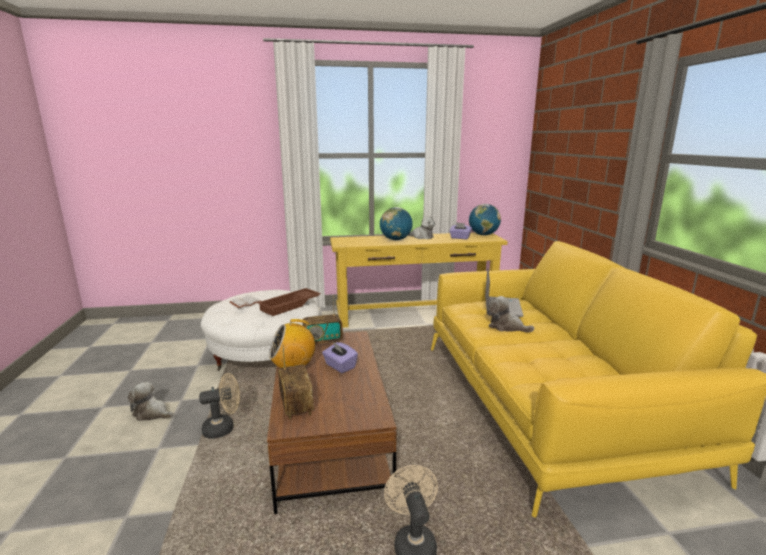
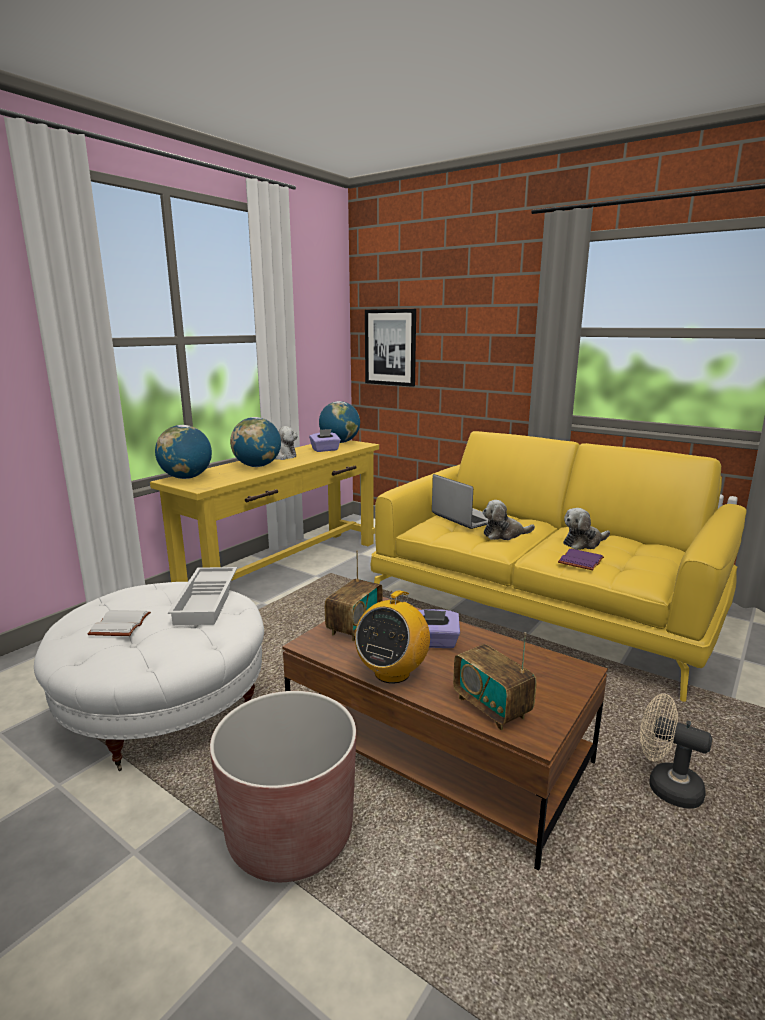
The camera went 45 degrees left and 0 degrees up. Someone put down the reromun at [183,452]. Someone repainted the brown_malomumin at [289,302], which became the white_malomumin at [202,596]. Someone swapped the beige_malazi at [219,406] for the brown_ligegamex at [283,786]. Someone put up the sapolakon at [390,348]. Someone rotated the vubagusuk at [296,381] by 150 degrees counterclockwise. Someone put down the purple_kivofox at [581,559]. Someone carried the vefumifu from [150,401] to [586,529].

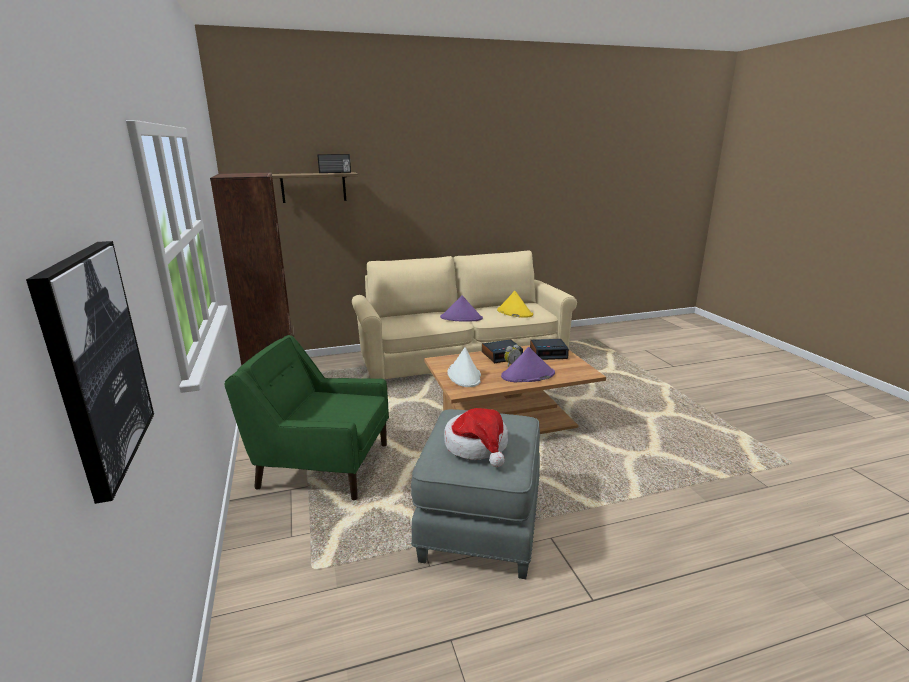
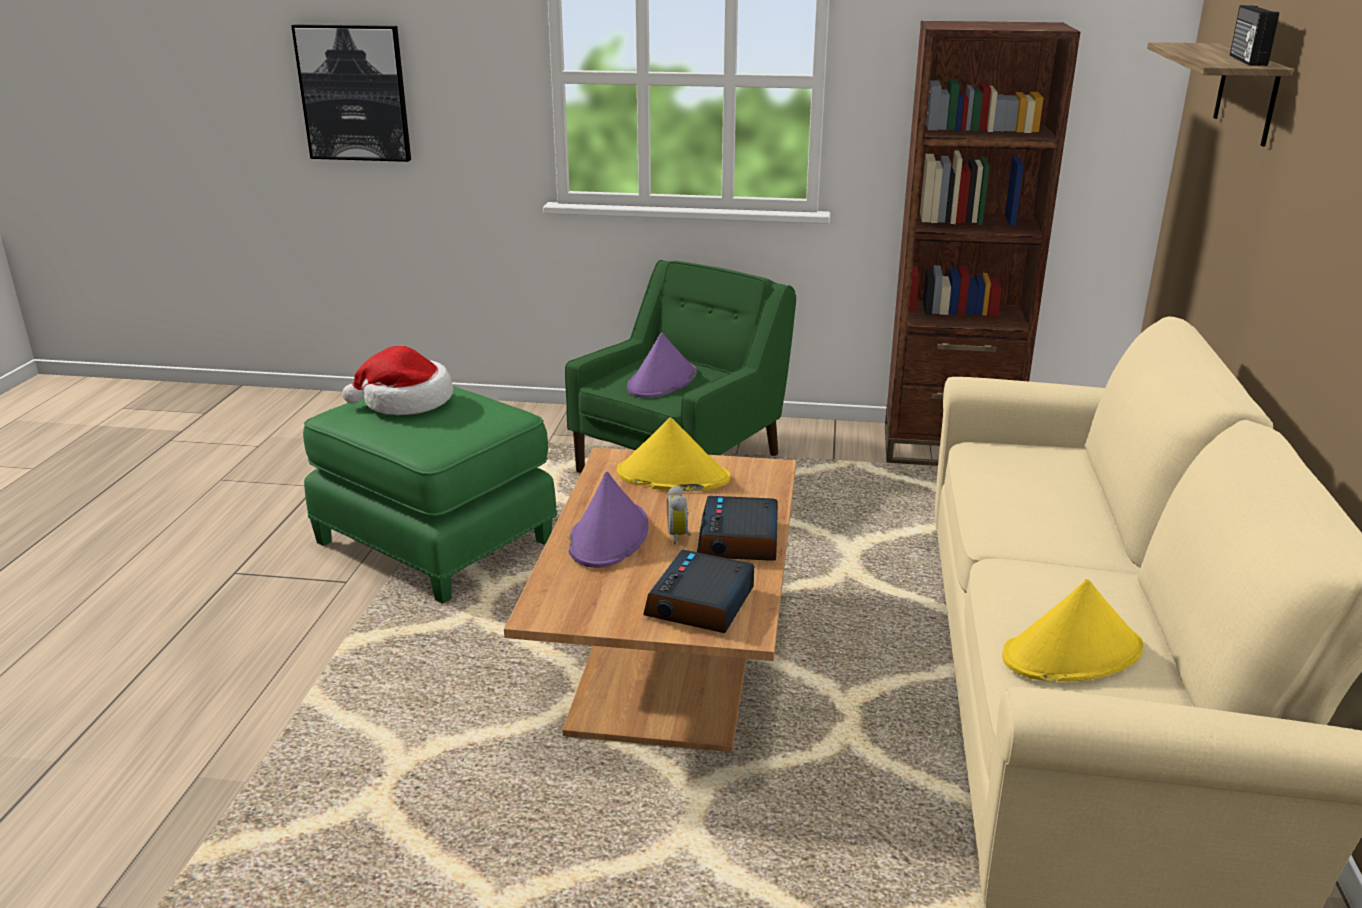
The camera went 115 degrees right and 5 degrees up. Someone repainted the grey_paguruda at [475,494], which became the green_paguruda at [430,495]. Someone repainted the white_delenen at [464,367], which became the yellow_delenen at [673,454]. Someone carried the purple_delenen from [461,308] to [662,365].

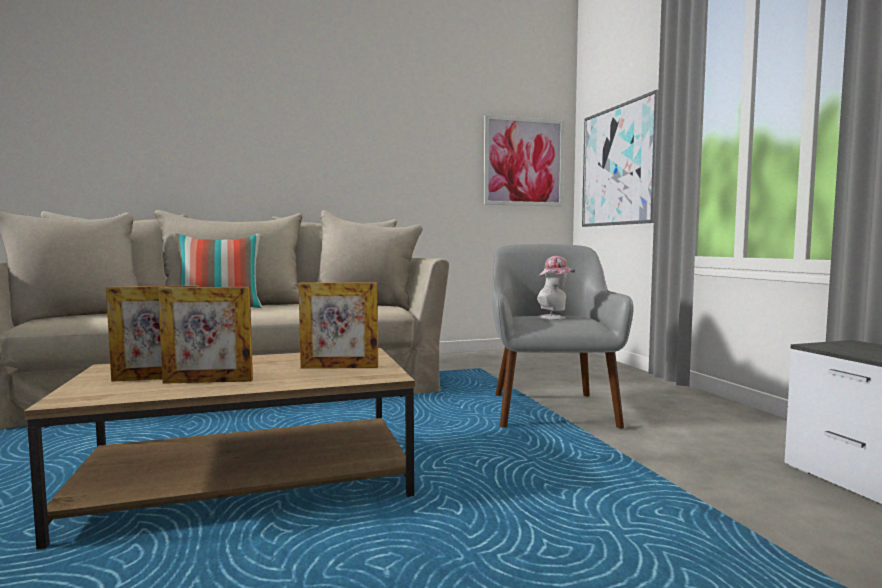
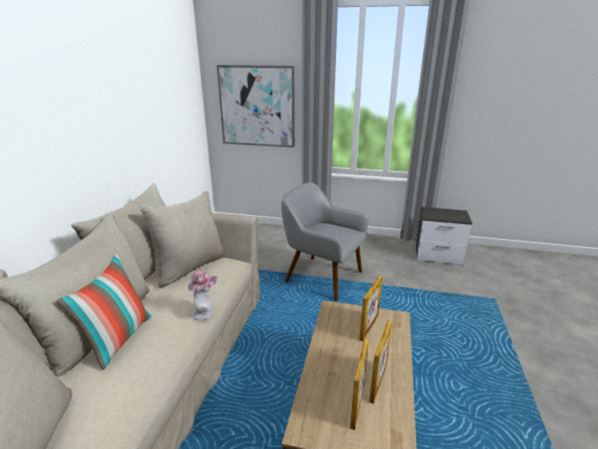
The camera went 60 degrees left and 20 degrees up. Someone carried the delenen from [556,288] to [202,294]. Someone took away the sapolakon at [524,160].

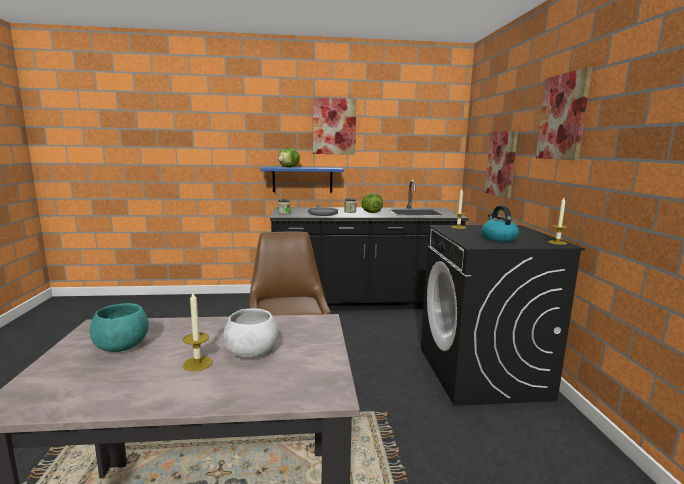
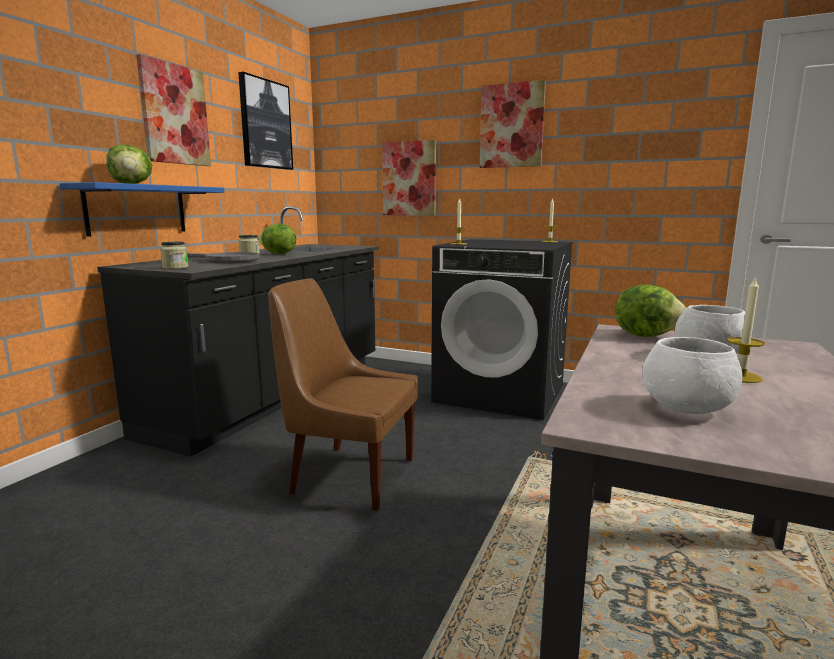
The camera went 60 degrees left and 0 degrees up. Someone put up the sapolakon at [265,121]. Someone put down the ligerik at [651,311]. Someone repainted the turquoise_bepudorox at [119,327], which became the white_bepudorox at [692,375]. Someone took away the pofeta at [500,224].

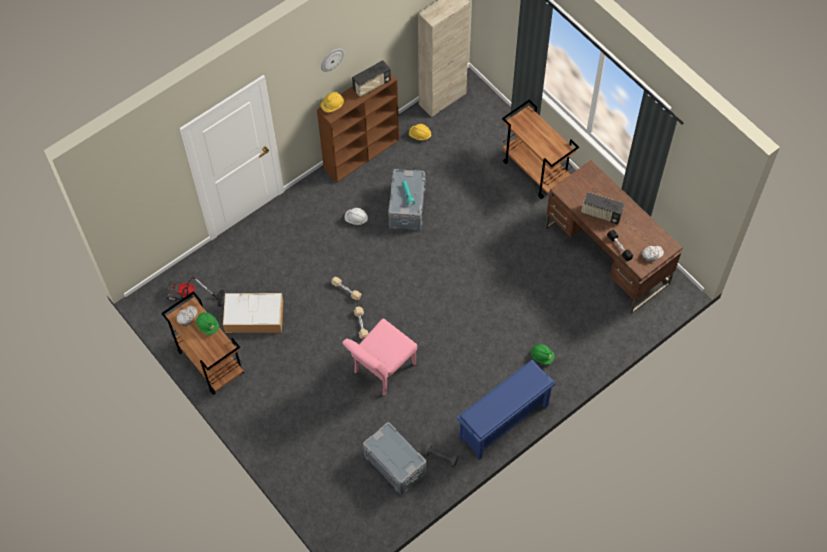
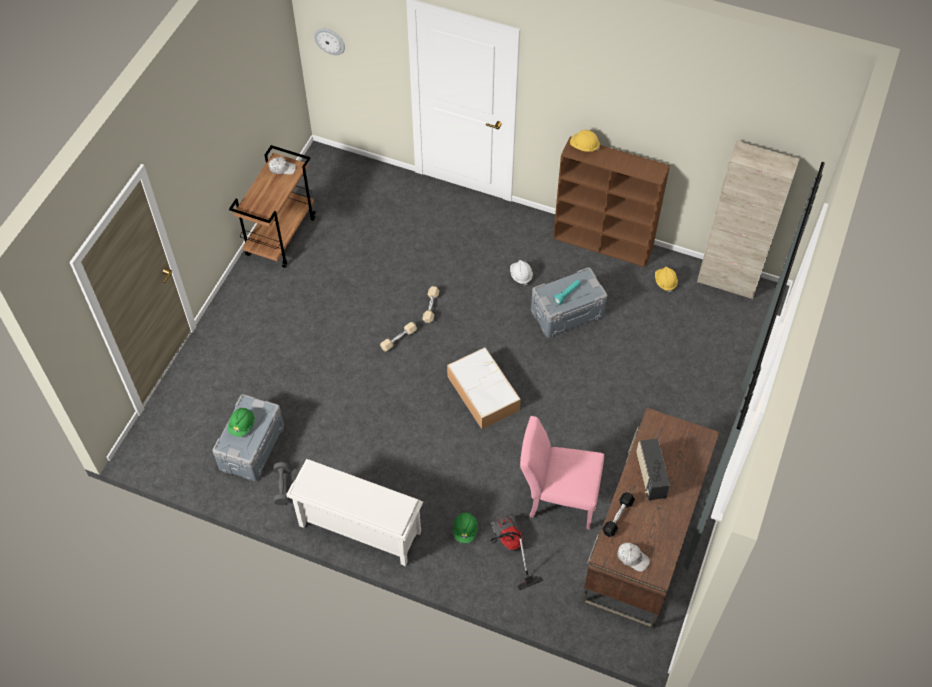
The camera went 60 degrees right and 5 degrees down. Someone carried the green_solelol from [207,323] to [241,422]. Someone repainted the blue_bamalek at [505,410], which became the white_bamalek at [354,512]. Someone carried the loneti from [332,60] to [329,41]. Someone carried the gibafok from [253,313] to [484,388]. Someone carried the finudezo from [195,292] to [516,552]. Someone carried the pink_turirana from [379,357] to [562,473]. Someone took away the vubagusuk at [371,78]. Someone took away the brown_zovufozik at [540,149].

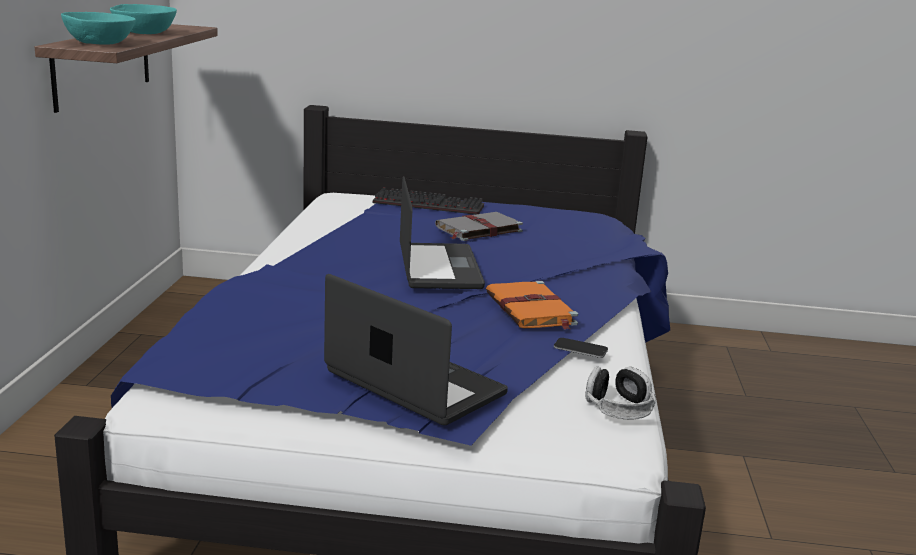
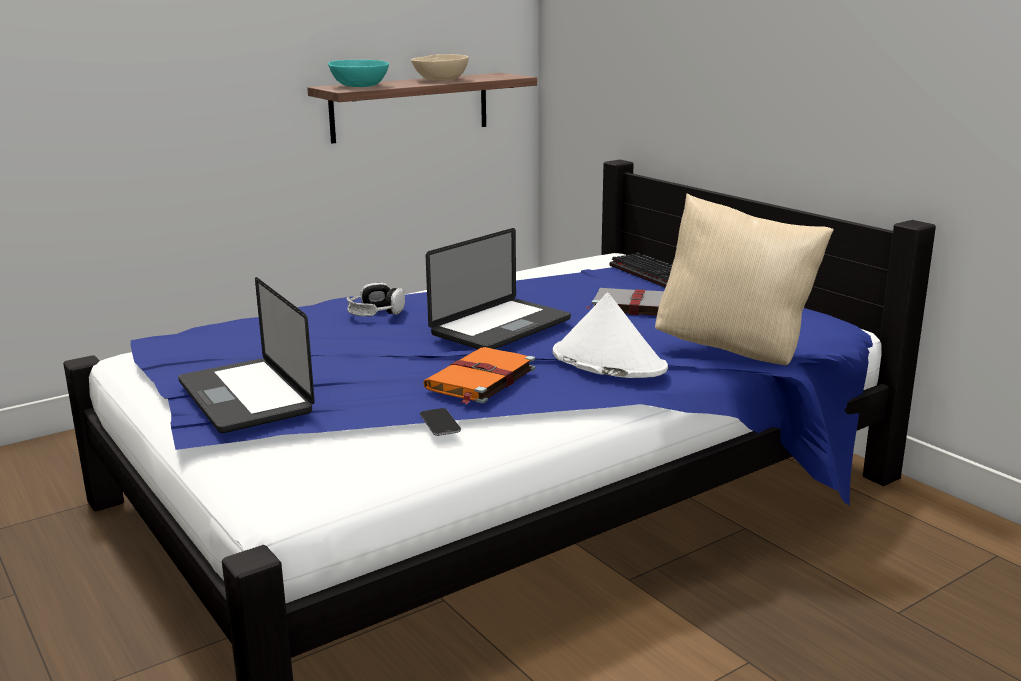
The camera went 50 degrees right and 0 degrees up. Someone rotated the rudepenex at [416,349] by 150 degrees clockwise. Someone carried the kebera from [620,393] to [376,299]. Someone repainted the turquoise_bepudorox at [143,19], which became the beige_bepudorox at [440,67]. Someone put down the white_delenen at [610,335]. Someone put down the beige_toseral at [744,279].

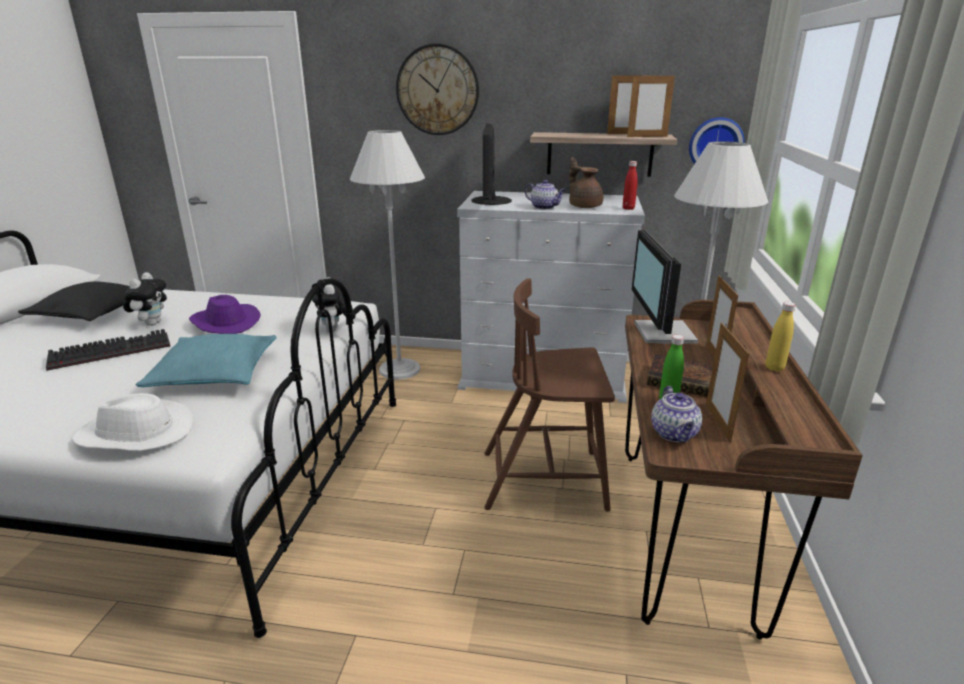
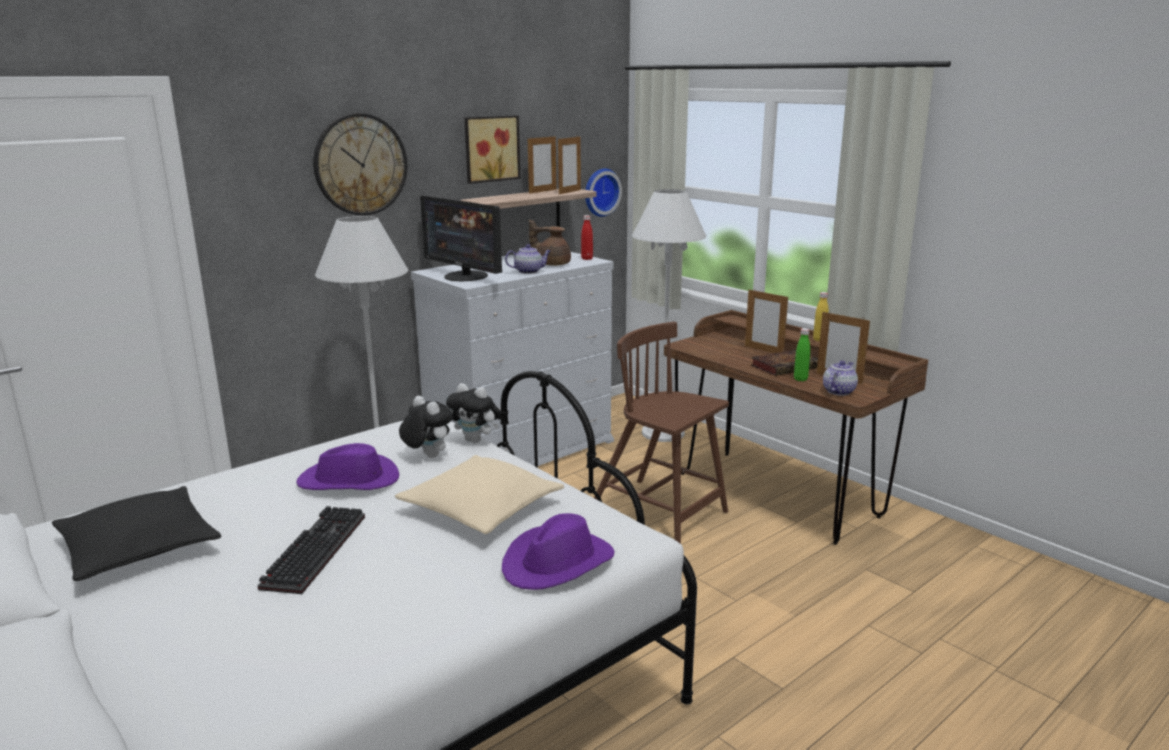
The camera went 50 degrees left and 5 degrees down. Someone repainted the turquoise_toseral at [206,360], which became the beige_toseral at [479,494]. Someone carried the vefumifu from [145,299] to [426,427]. Someone put up the sapolakon at [492,149]. Someone repainted the white_delenen at [132,422], which became the purple_delenen at [558,551]. Someone rotated the brown_turirana at [549,395] by 90 degrees clockwise. Someone rotated the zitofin at [676,414] by 90 degrees counterclockwise. Someone took away the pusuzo at [665,286].

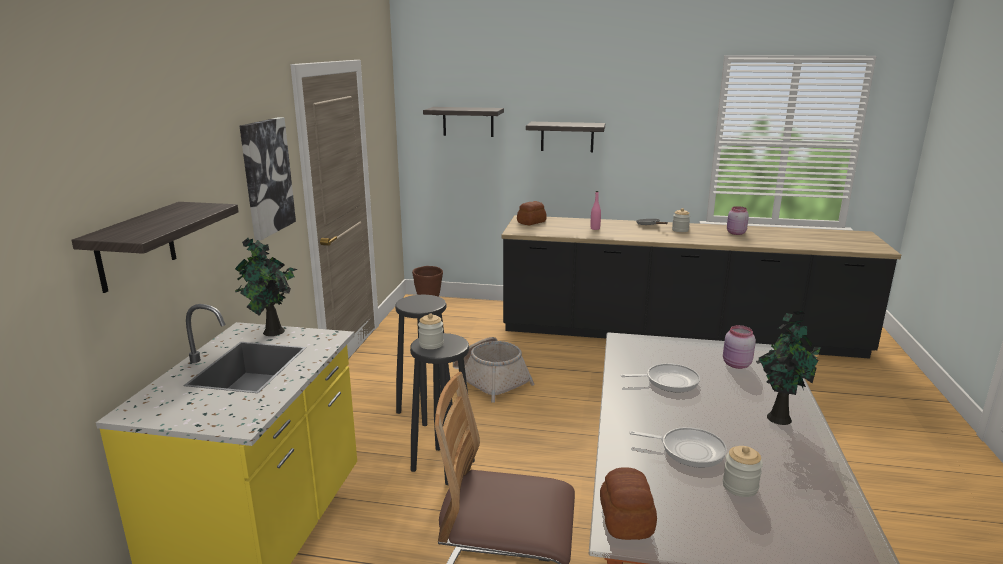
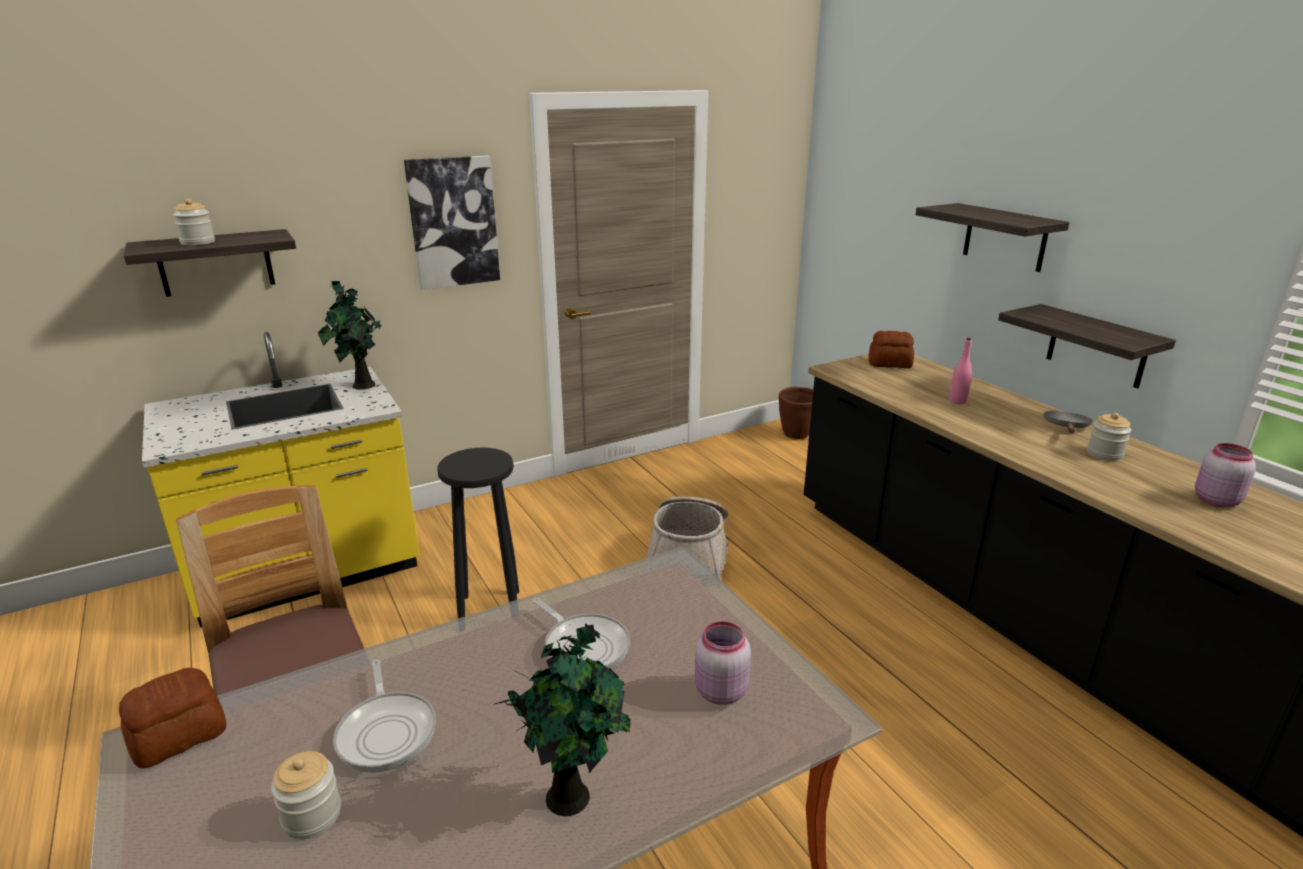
The camera went 50 degrees right and 5 degrees up. Someone carried the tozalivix from [431,331] to [194,222]. Someone carried the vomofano from [463,122] to [1087,346]. Someone took away the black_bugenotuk at [424,360].

